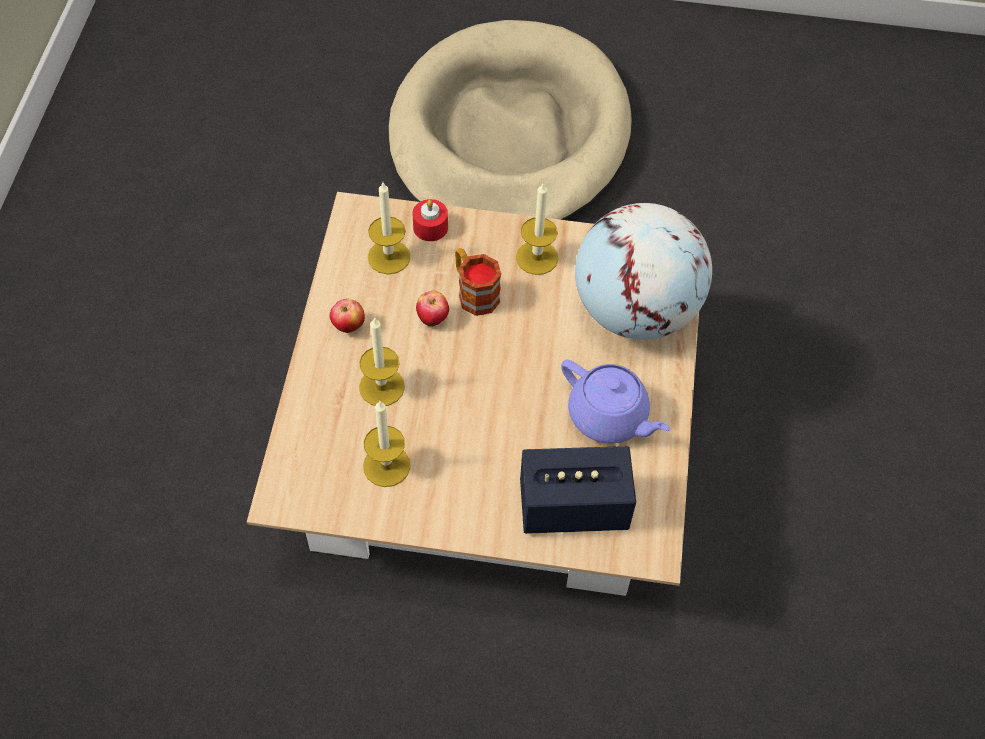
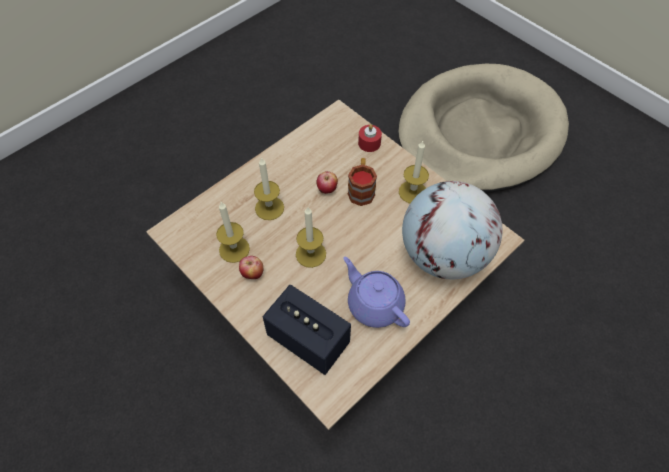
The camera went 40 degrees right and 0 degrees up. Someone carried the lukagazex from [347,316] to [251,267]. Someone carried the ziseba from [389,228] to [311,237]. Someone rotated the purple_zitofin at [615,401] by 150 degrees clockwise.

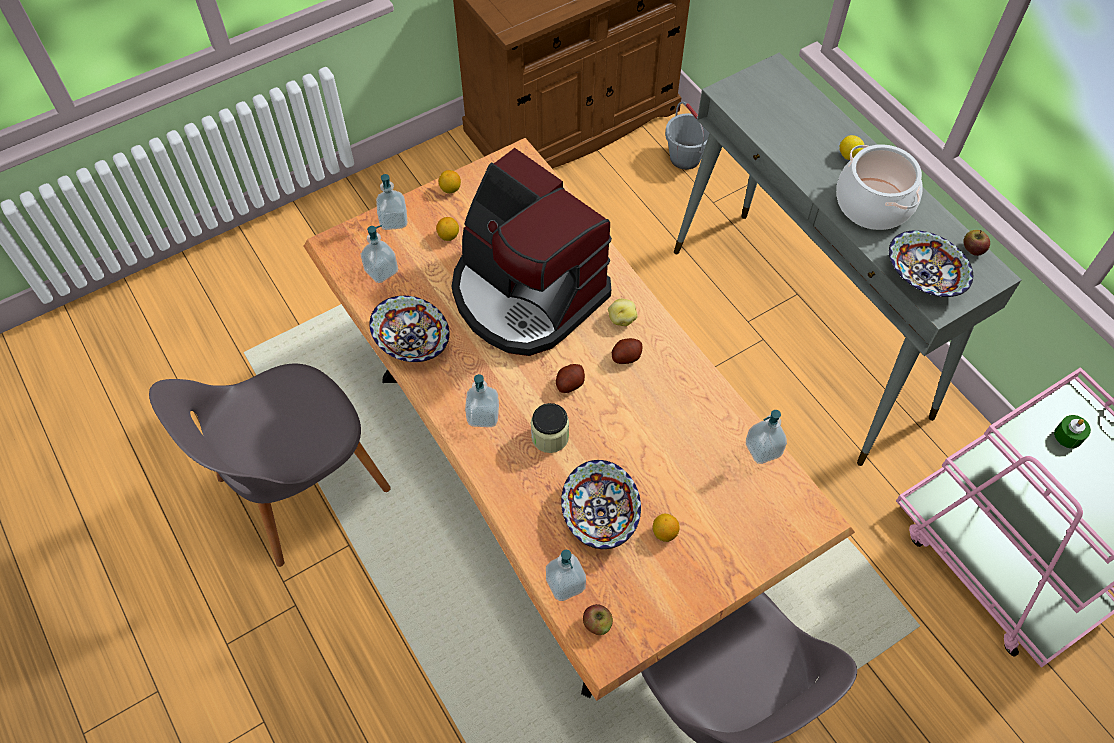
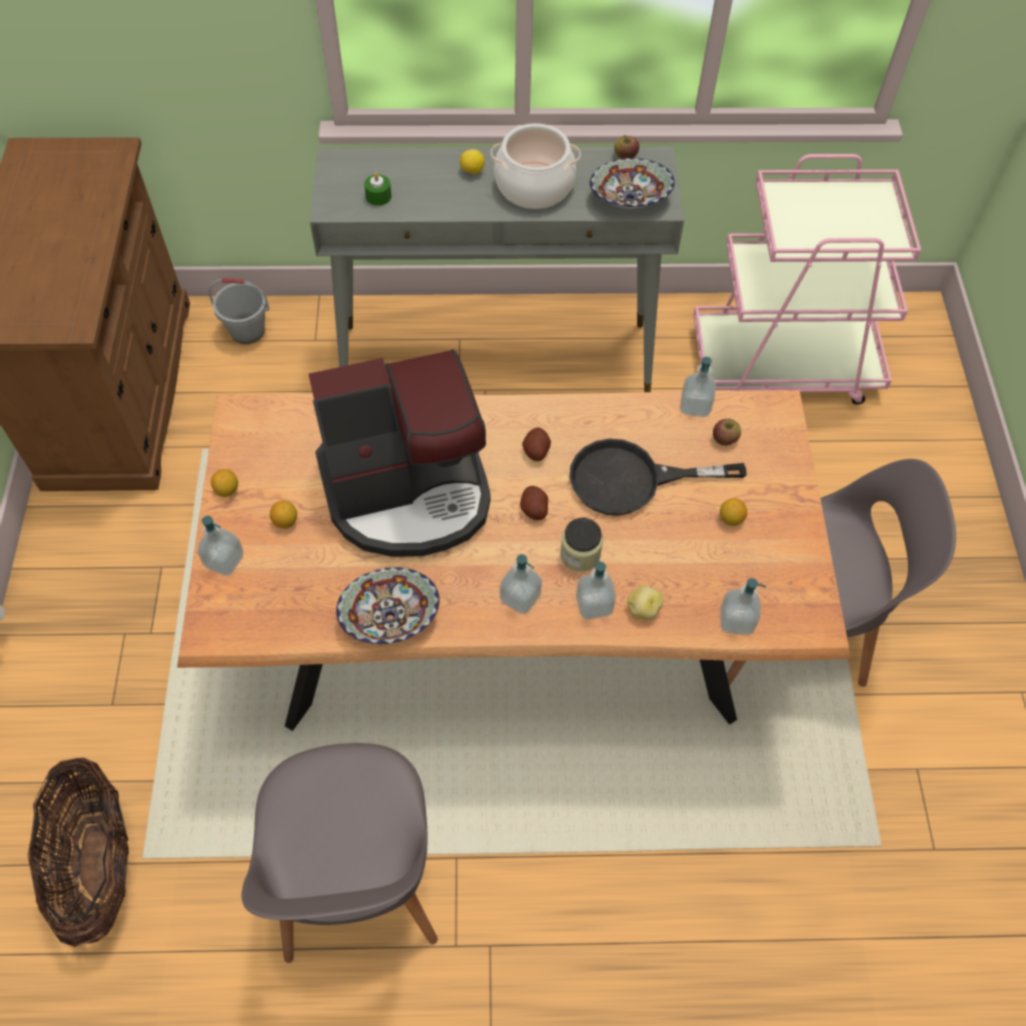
The camera went 60 degrees left and 0 degrees up. Someone put down the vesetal at [78,852]. Someone carried the green_ziseba from [1072,431] to [377,189]. Someone put down the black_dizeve at [657,477]. Someone carried the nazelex from [379,254] to [596,587]. Someone carried the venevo from [623,312] to [645,603]. Someone carried the lukagazex from [598,619] to [727,432]. Someone took away the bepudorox at [601,504].

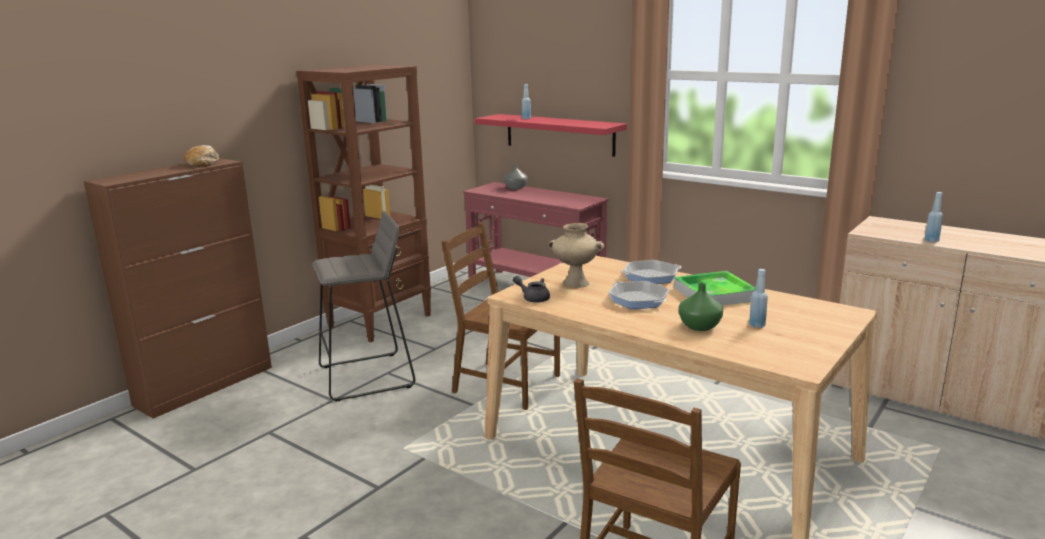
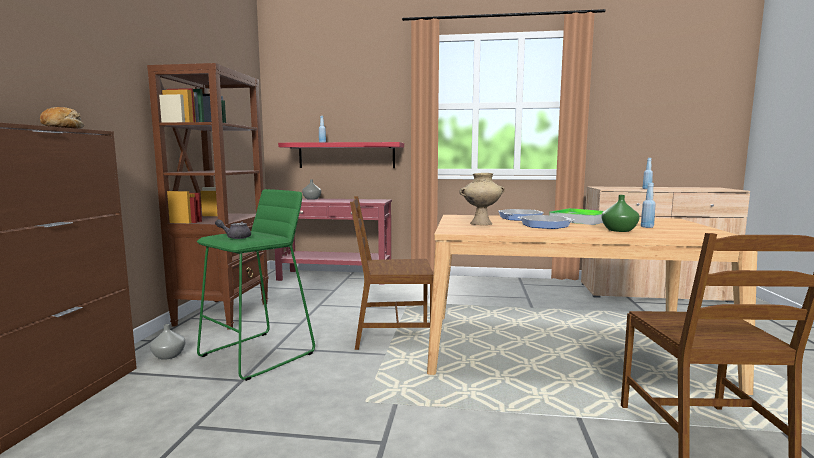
The camera went 30 degrees left and 10 degrees down. Someone put down the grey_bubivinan at [167,342]. Someone repainted the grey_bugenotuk at [363,306], which became the green_bugenotuk at [256,285]. Someone carried the grey_zitofin from [531,289] to [233,229].

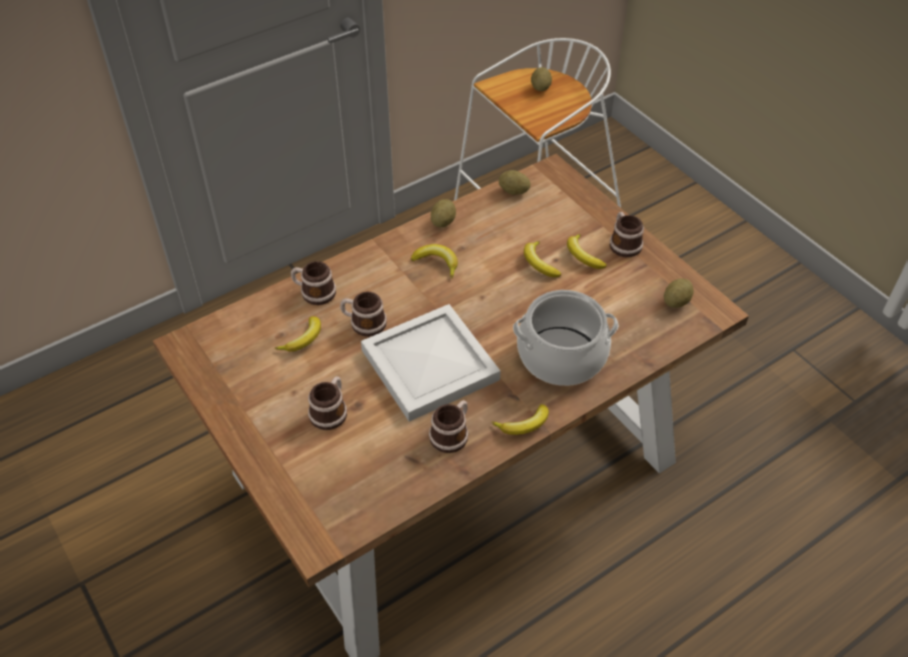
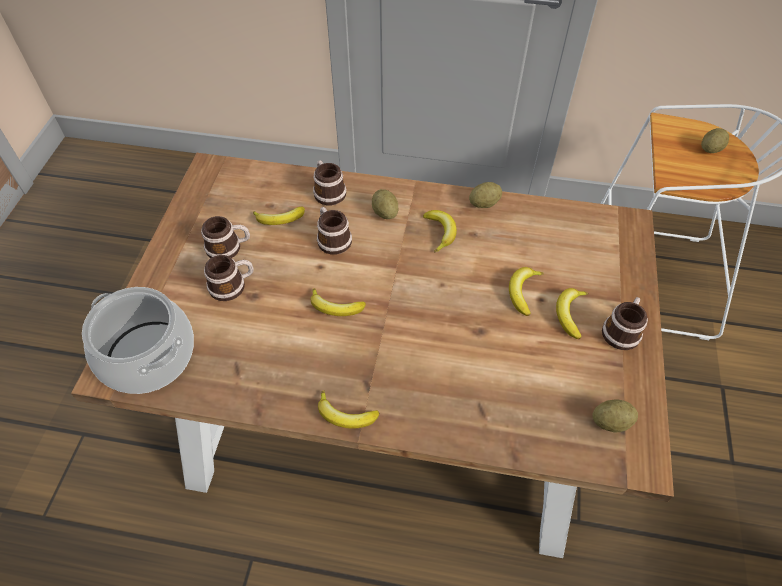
The camera went 45 degrees right and 5 degrees up. Someone carried the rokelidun from [565,338] to [138,340]. Someone carried the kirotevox from [448,426] to [225,237]. Someone swapped the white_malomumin at [431,363] for the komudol at [338,302]. Someone carried the venevo from [515,182] to [385,204].

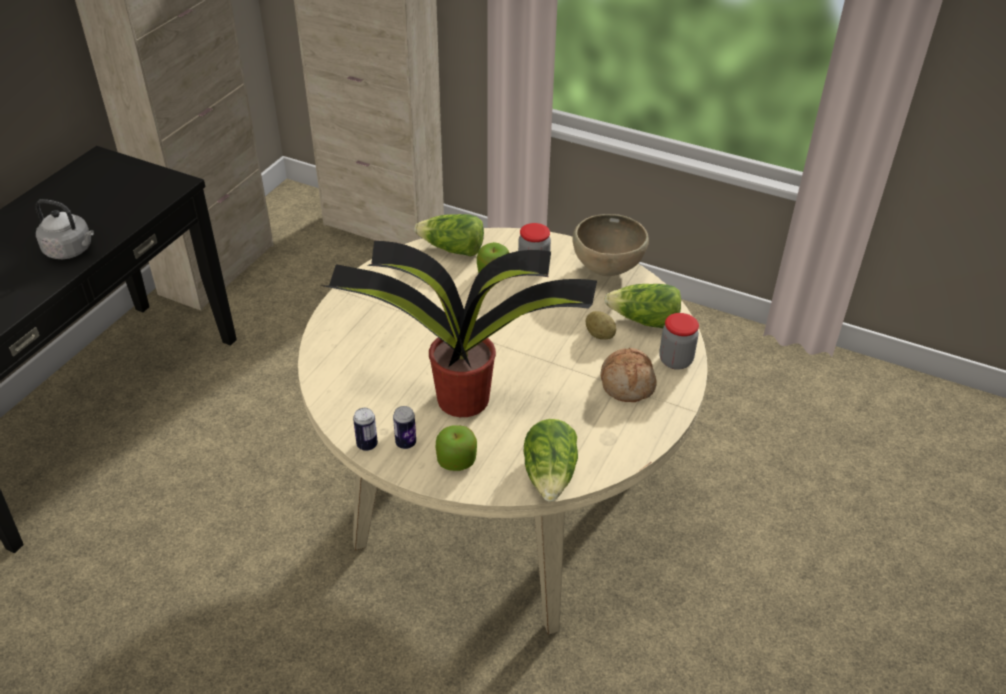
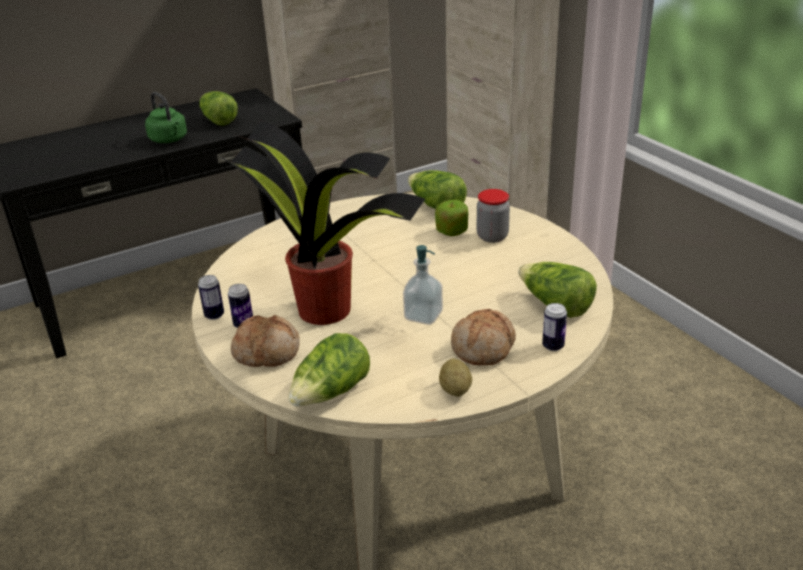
The camera went 35 degrees right and 10 degrees down. Someone repainted the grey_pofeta at [64,229], which became the green_pofeta at [166,117]. Someone put down the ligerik at [218,108]. Someone swapped the lukagazex at [456,448] for the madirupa at [265,341]. Someone put down the nazelex at [423,285]. Someone carried the venevo from [601,325] to [455,377]. Someone swapped the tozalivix at [679,341] for the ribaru at [554,327]. Someone took away the brown_bepudorox at [610,245].

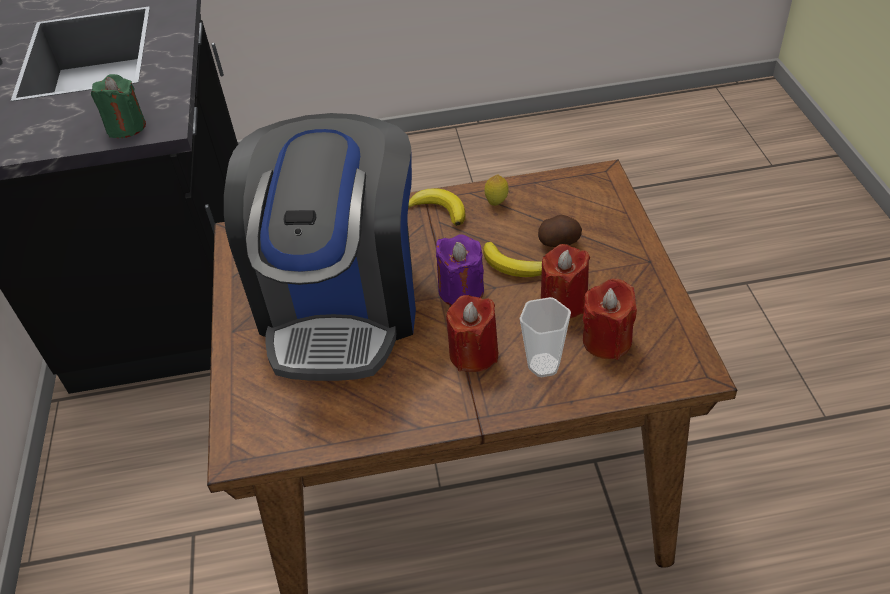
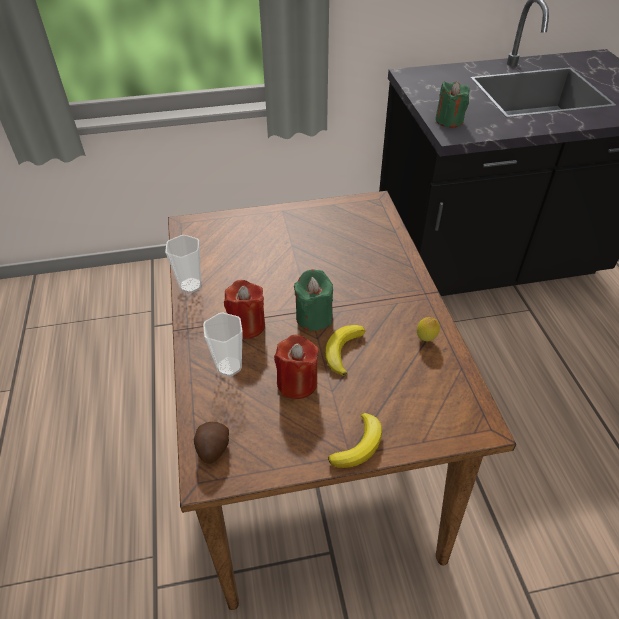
The camera went 85 degrees right and 0 degrees up. Someone put down the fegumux at [183,264]. Someone carried the venevo from [560,231] to [211,443]. Someone repainted the purple_ziseba at [460,269], which became the green_ziseba at [313,300]. Someone carried the komudol from [436,207] to [355,440]. Someone took away the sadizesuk at [320,247]. Someone took away the red_ziseba at [610,319].

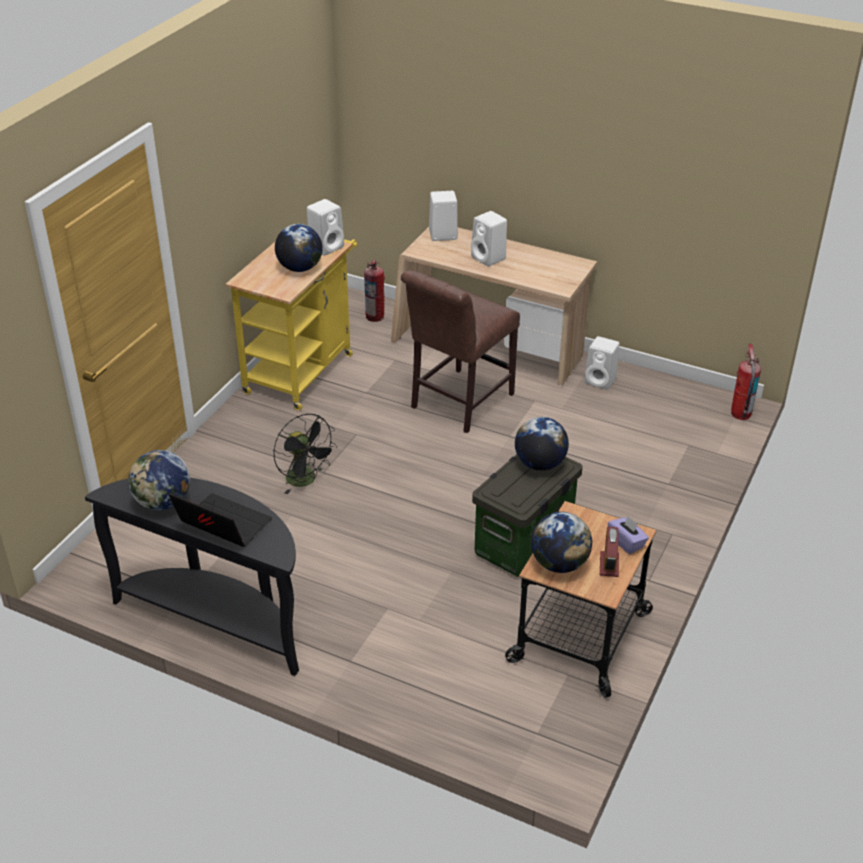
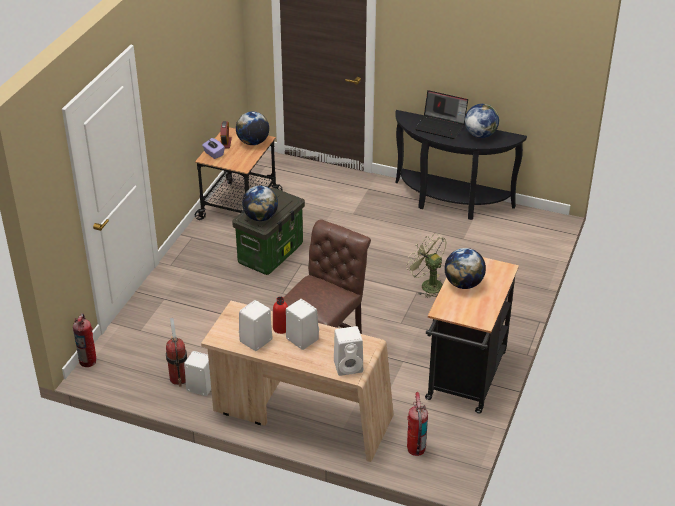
The camera went 175 degrees right and 0 degrees up. Someone put down the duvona at [176,352]. Someone carried the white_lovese from [325,227] to [255,325]. Someone put down the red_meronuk at [280,315]. Someone repainted the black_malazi at [305,454], which became the green_malazi at [426,265]. Someone repainted the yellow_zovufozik at [292,325], which became the black_zovufozik at [472,335].

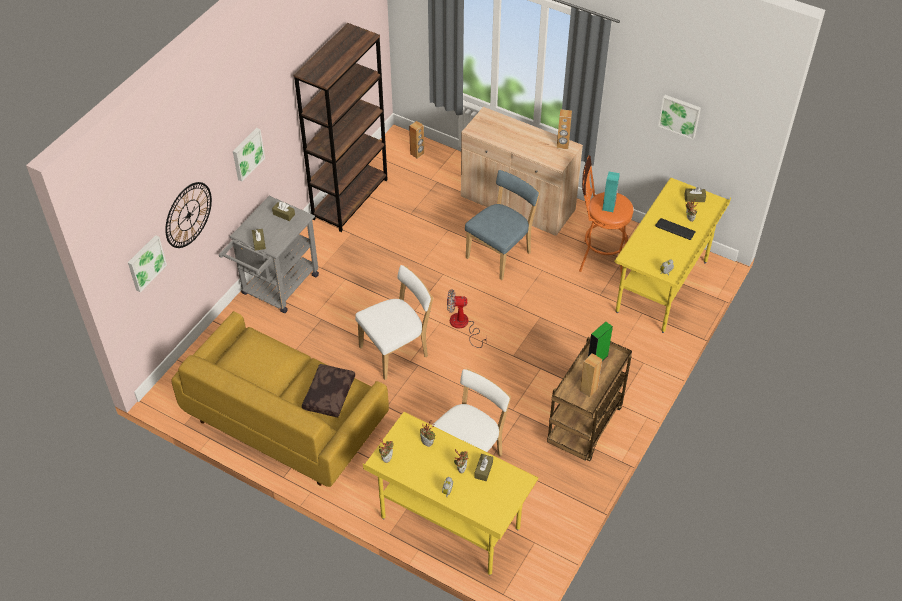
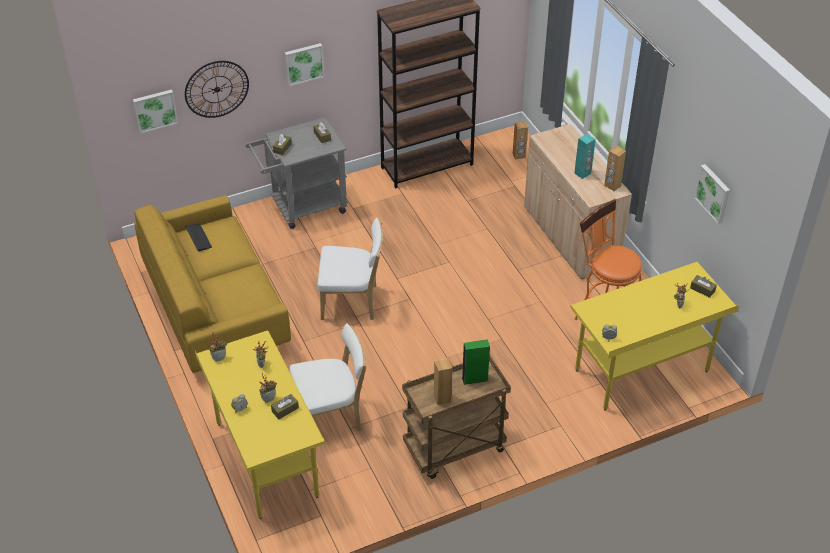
The camera went 35 degrees right and 5 degrees down. Someone carried the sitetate from [675,229] to [198,237]. Someone carried the turquoise_lovese from [611,192] to [585,156]. Someone took away the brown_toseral at [328,390]. Someone took away the malazi at [466,318]. Someone took away the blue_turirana at [502,225].

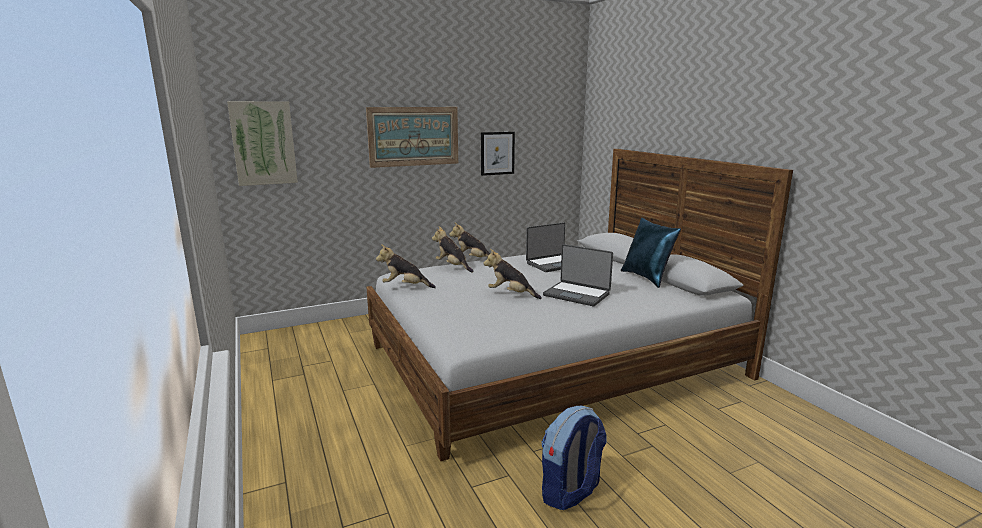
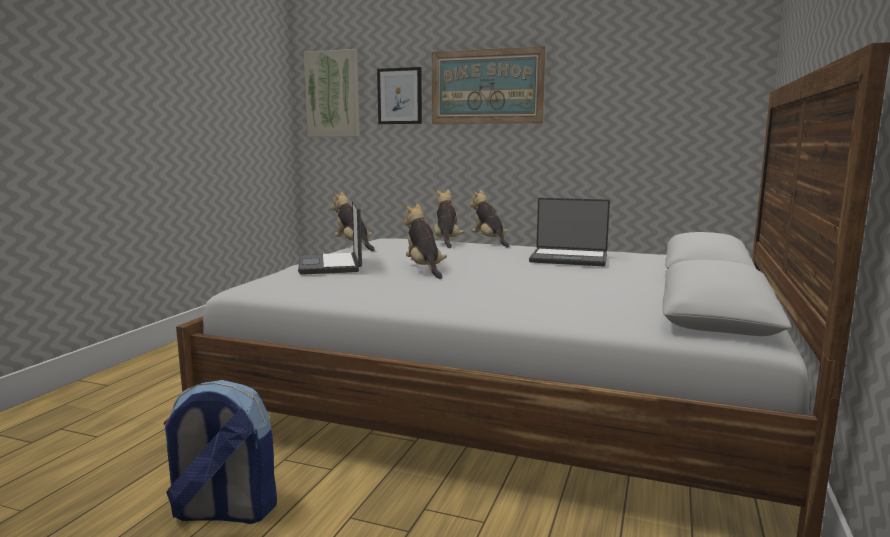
The camera went 45 degrees right and 5 degrees down. Someone carried the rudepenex from [578,275] to [330,237]. Someone carried the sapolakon from [498,154] to [399,95]. Someone took away the blue_toseral at [651,253].

